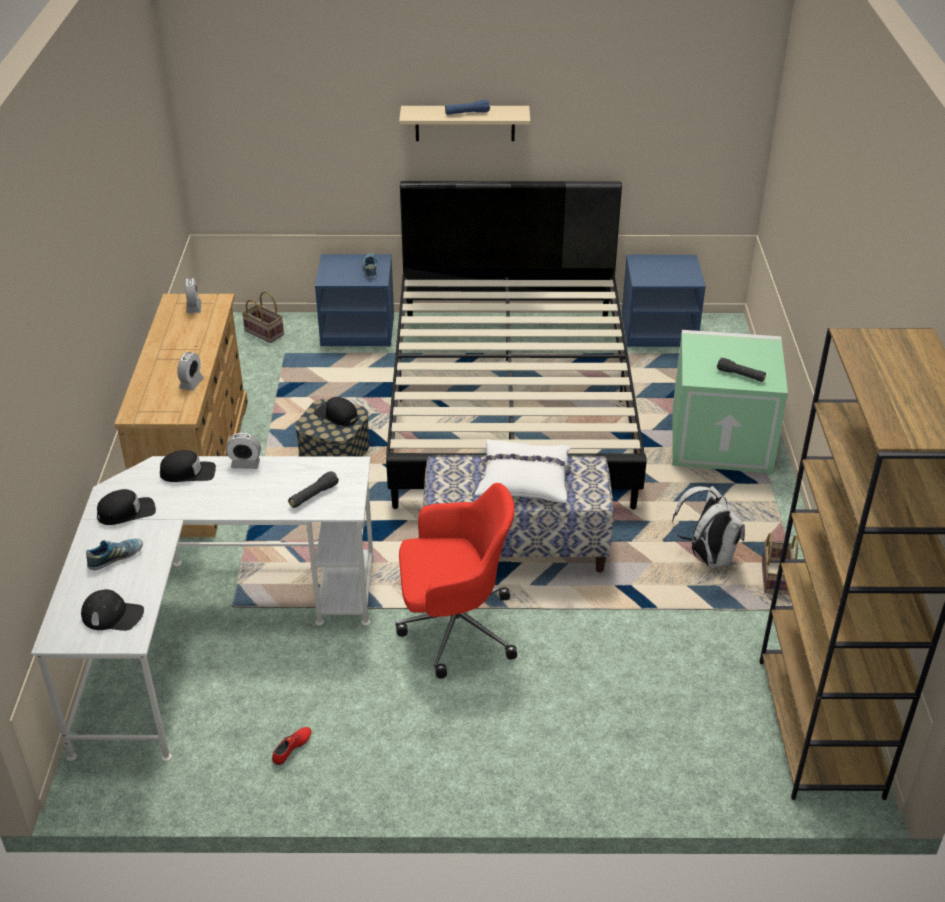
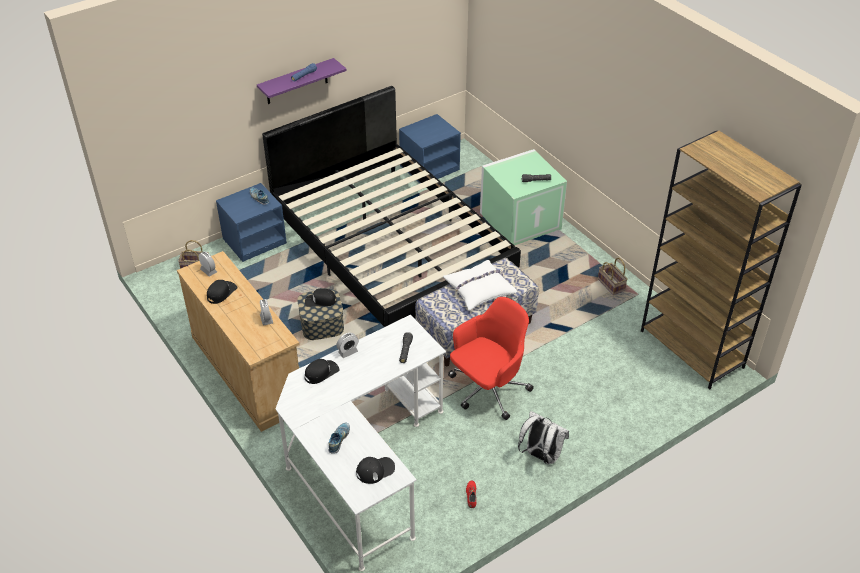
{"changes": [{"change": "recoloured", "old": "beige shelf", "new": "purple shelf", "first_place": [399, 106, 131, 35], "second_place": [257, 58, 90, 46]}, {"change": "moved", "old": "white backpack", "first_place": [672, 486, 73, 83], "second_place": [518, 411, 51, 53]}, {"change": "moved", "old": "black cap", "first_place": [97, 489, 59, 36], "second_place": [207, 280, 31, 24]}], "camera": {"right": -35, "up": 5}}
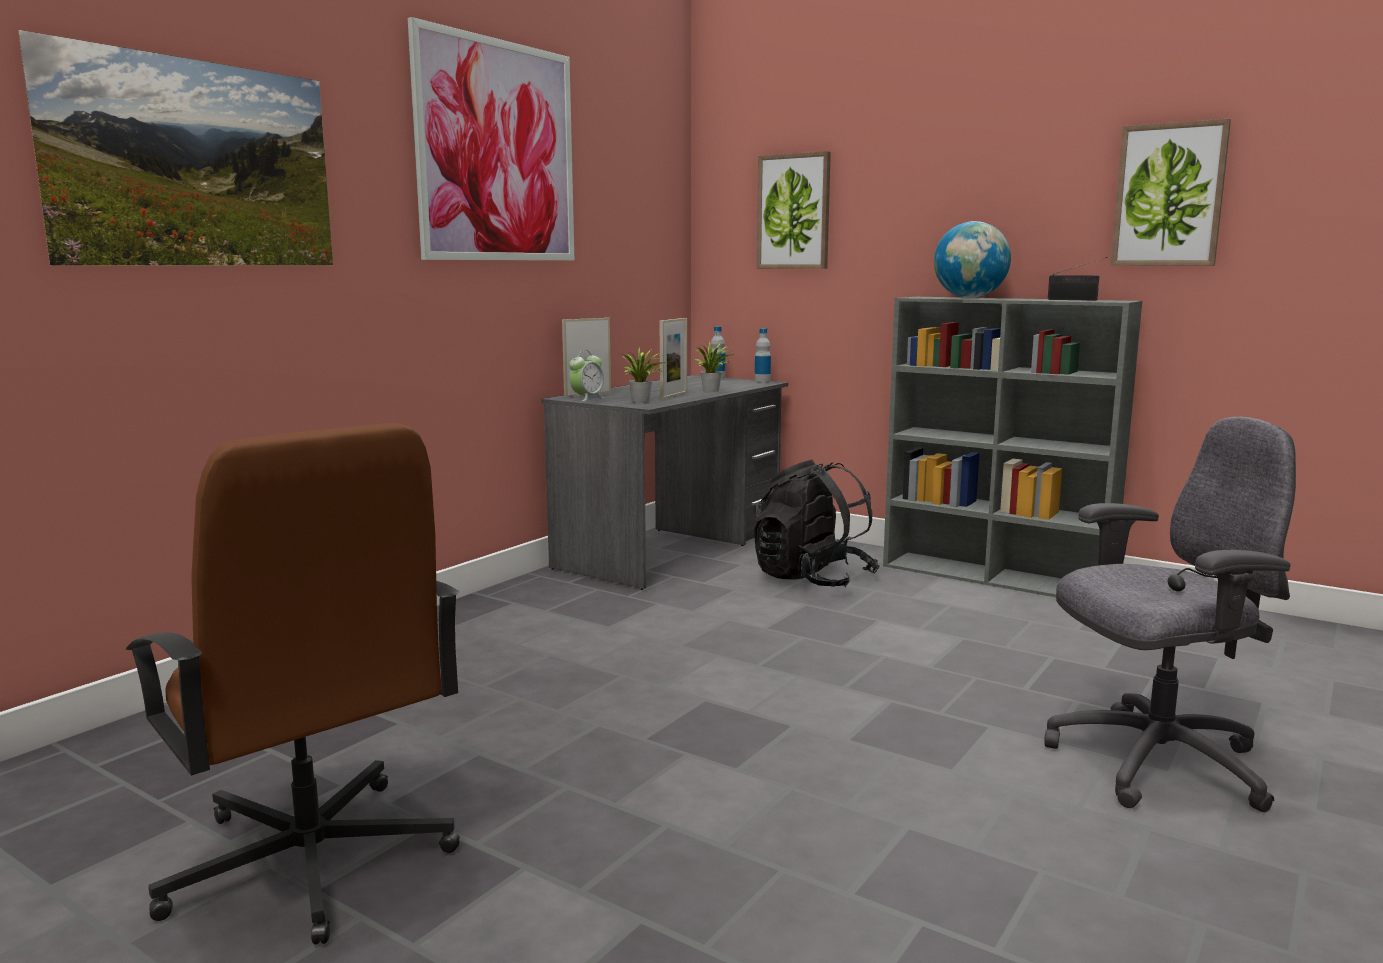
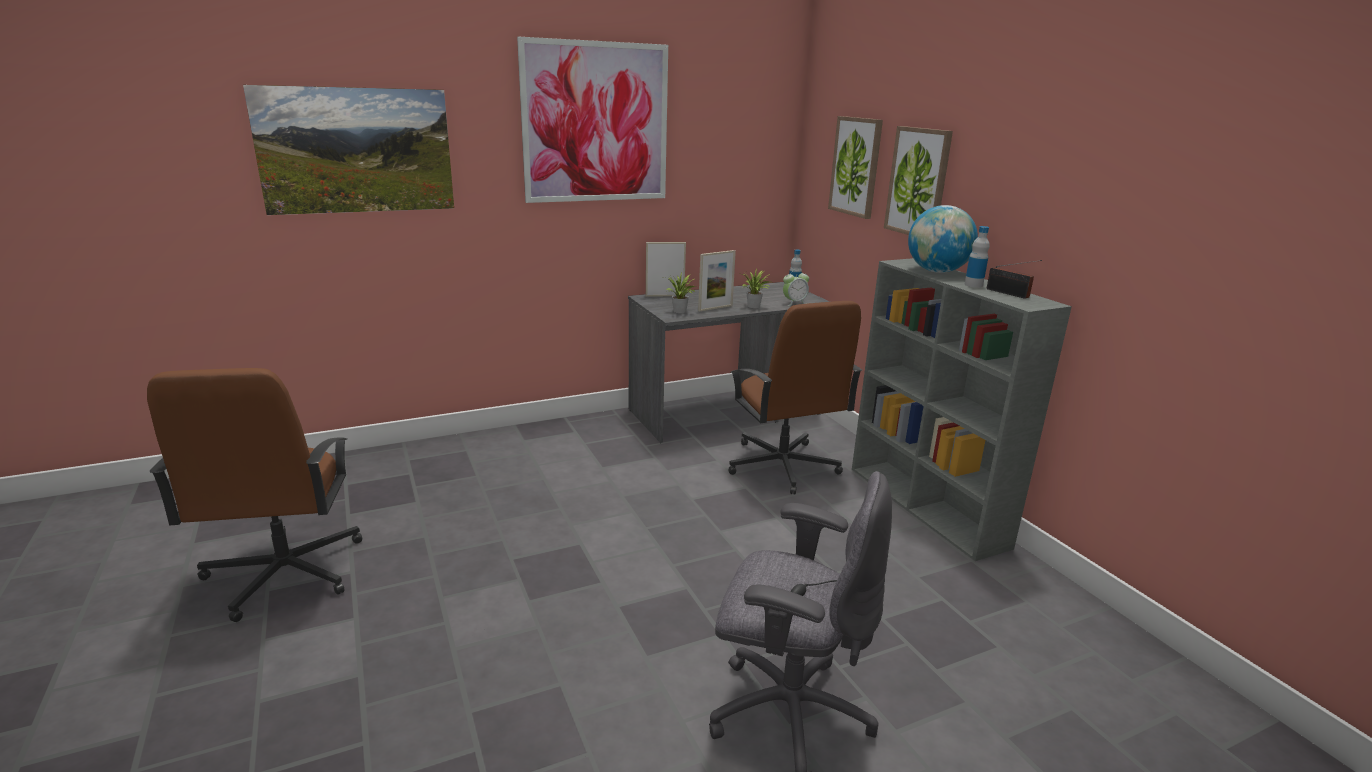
{"changes": [{"change": "moved", "old": "picture", "first_place": [1111, 119, 120, 147], "second_place": [884, 126, 69, 109]}, {"change": "moved", "old": "bottle", "first_place": [755, 328, 16, 55], "second_place": [964, 226, 26, 62]}, {"change": "moved", "old": "alarm clock", "first_place": [569, 350, 36, 51], "second_place": [783, 269, 26, 37]}, {"change": "replaced", "old": "black backpack", "new": "brown office chair", "first_place": [754, 459, 126, 128], "second_place": [729, 301, 133, 194]}], "camera": {"right": 30, "up": 10}}
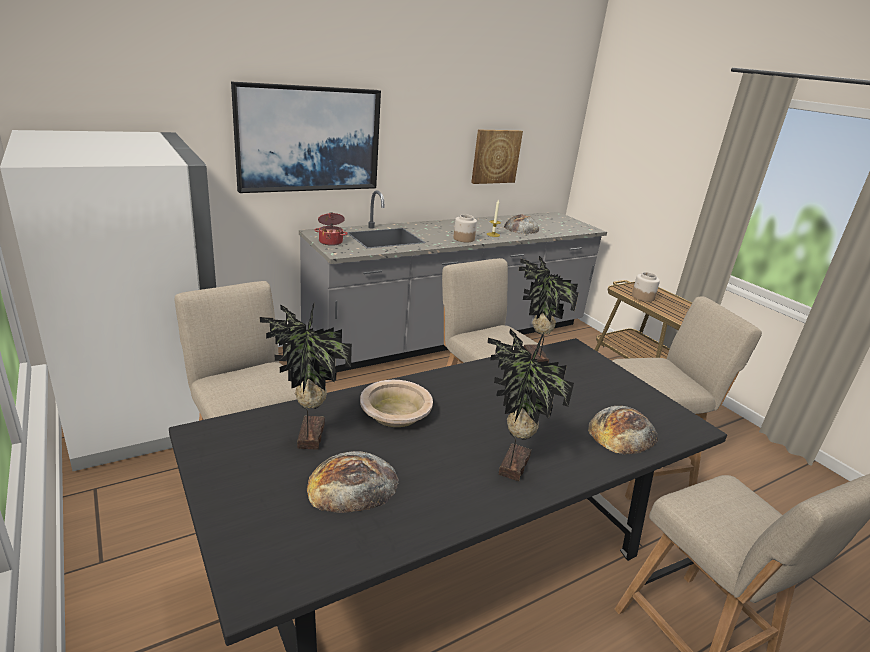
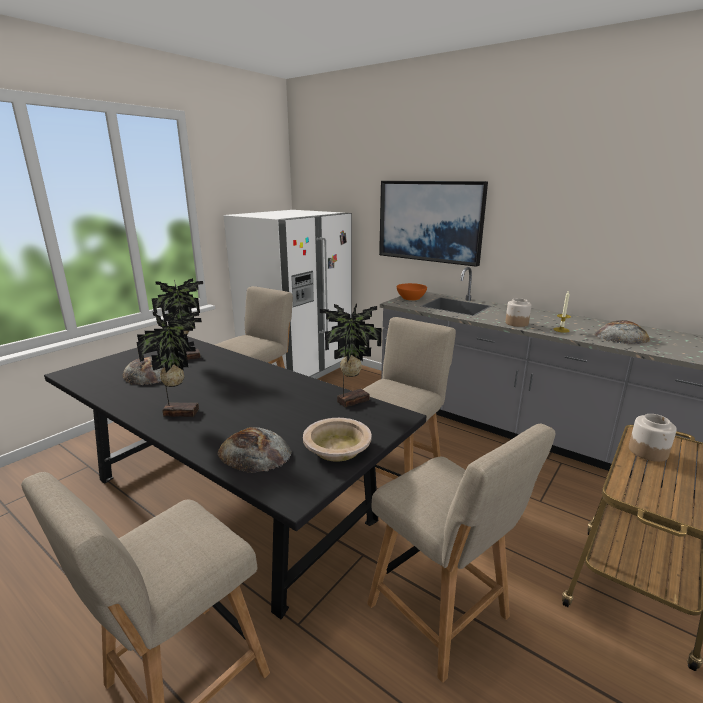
{"changes": [{"change": "removed", "old": "picture", "first_place": [471, 130, 52, 54]}, {"change": "replaced", "old": "cooking pot", "new": "orange bowl", "first_place": [314, 212, 34, 34], "second_place": [397, 283, 30, 18]}, {"change": "moved", "old": "beige bowl", "first_place": [360, 380, 73, 47], "second_place": [303, 418, 69, 44]}], "camera": {"right": 70, "up": -5}}
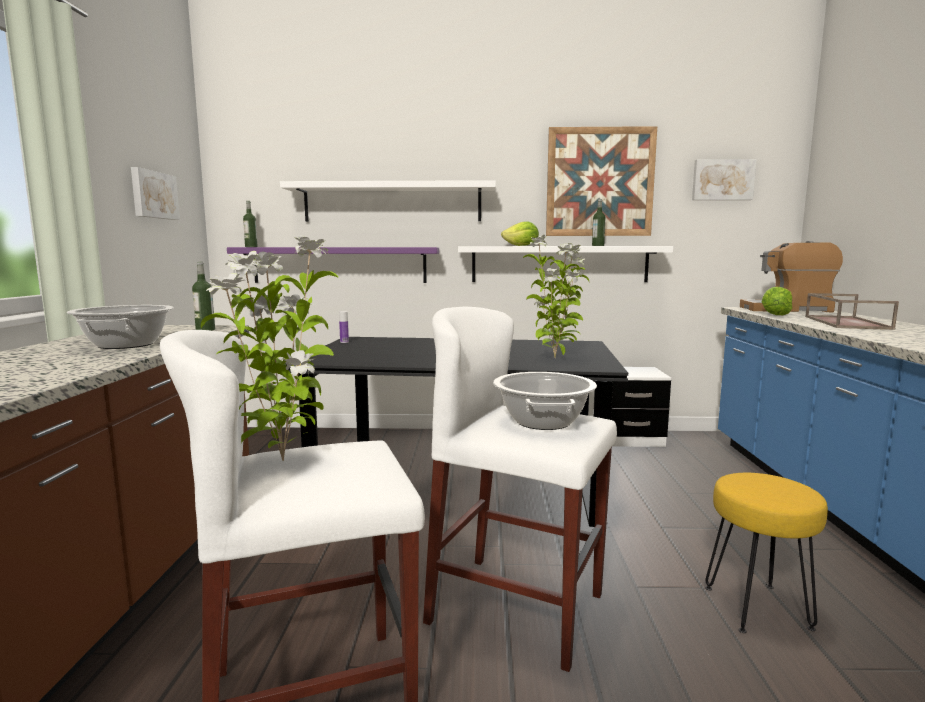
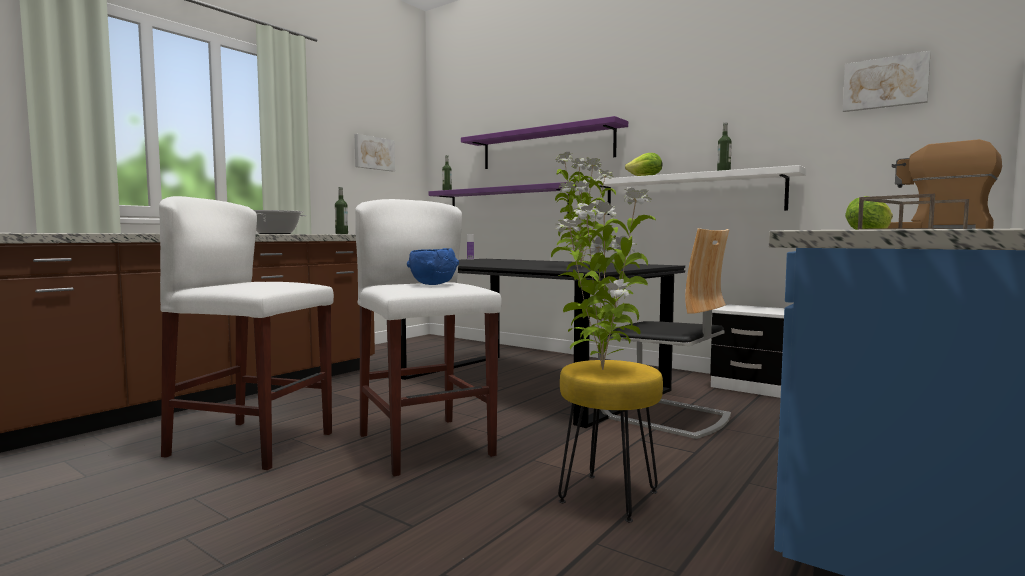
{"changes": [{"change": "removed", "old": "picture", "first_place": [546, 126, 111, 110]}, {"change": "recoloured", "old": "white shelf", "new": "purple shelf", "first_place": [280, 180, 216, 42], "second_place": [461, 116, 167, 53]}, {"change": "moved", "old": "potted plant", "first_place": [201, 235, 138, 226], "second_place": [551, 187, 105, 183]}, {"change": "replaced", "old": "cooking pot", "new": "blue bowl", "first_place": [493, 372, 104, 58], "second_place": [407, 248, 52, 37]}, {"change": "added", "new": "chair", "second_place": [598, 228, 133, 211]}], "camera": {"right": 35, "up": -5}}
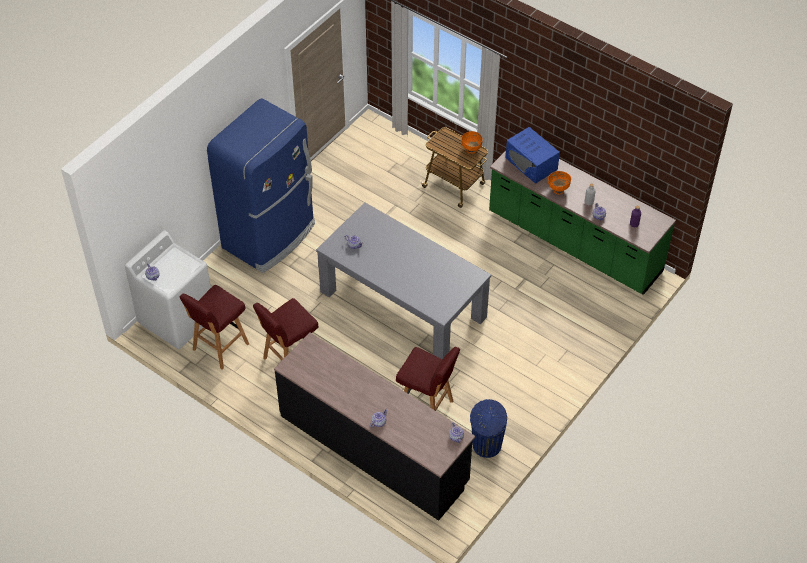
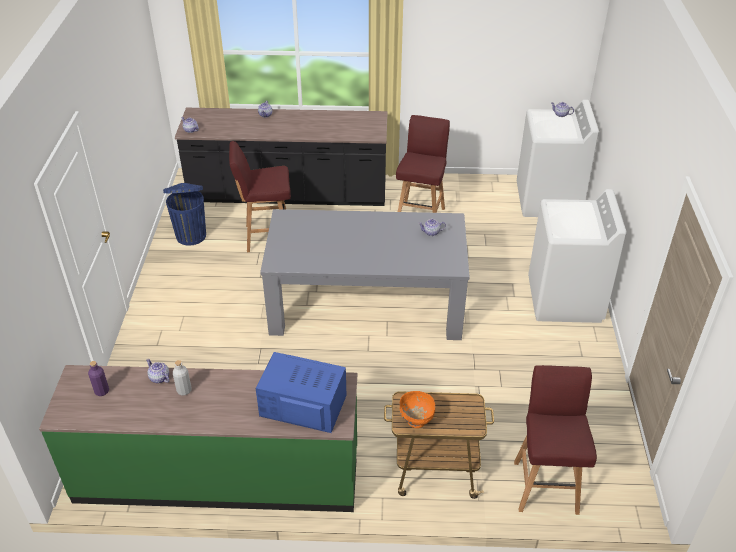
{"changes": [{"change": "replaced", "old": "blue fridge", "new": "white washing machine", "first_place": [207, 99, 108, 174], "second_place": [528, 189, 99, 134]}, {"change": "removed", "old": "orange bowl", "first_place": [548, 171, 23, 24]}, {"change": "moved", "old": "red stool", "first_place": [180, 285, 69, 85], "second_place": [514, 365, 83, 150]}], "camera": {"right": 145, "up": -10}}
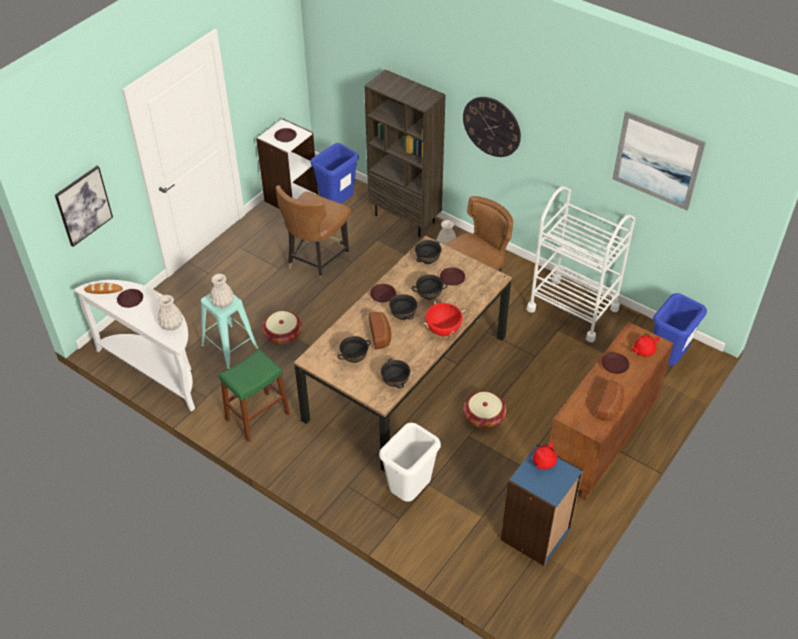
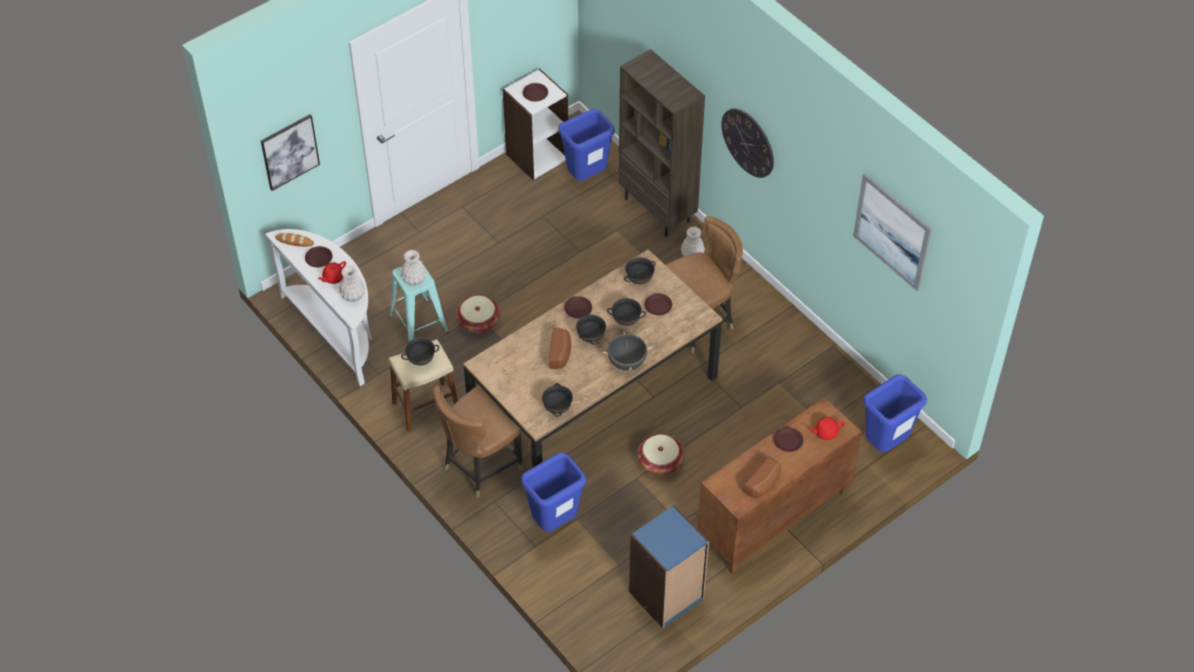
{"changes": [{"change": "moved", "old": "brown chair", "first_place": [276, 185, 75, 97], "second_place": [433, 385, 90, 113]}, {"change": "removed", "old": "white cart", "first_place": [527, 186, 108, 156]}, {"change": "recoloured", "old": "red cooking pot", "new": "black cooking pot", "first_place": [423, 301, 42, 35], "second_place": [603, 330, 49, 41]}, {"change": "moved", "old": "black bowl", "first_place": [337, 336, 34, 27], "second_place": [401, 338, 38, 28]}, {"change": "recoloured", "old": "green stool", "new": "beige stool", "first_place": [219, 349, 71, 93], "second_place": [388, 339, 70, 93]}, {"change": "recoloured", "old": "white trash can", "new": "blue trash can", "first_place": [379, 423, 62, 79], "second_place": [521, 453, 65, 79]}, {"change": "moved", "old": "red teapot", "first_place": [533, 442, 24, 27], "second_place": [318, 261, 28, 23]}], "camera": {"right": 15, "up": 5}}
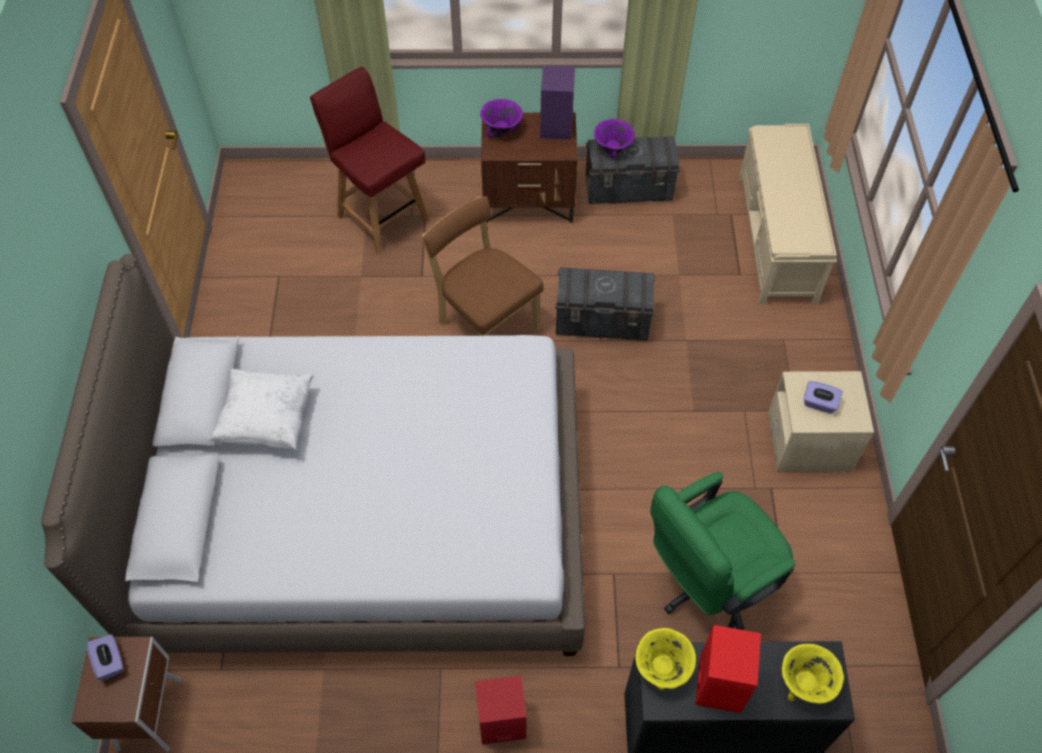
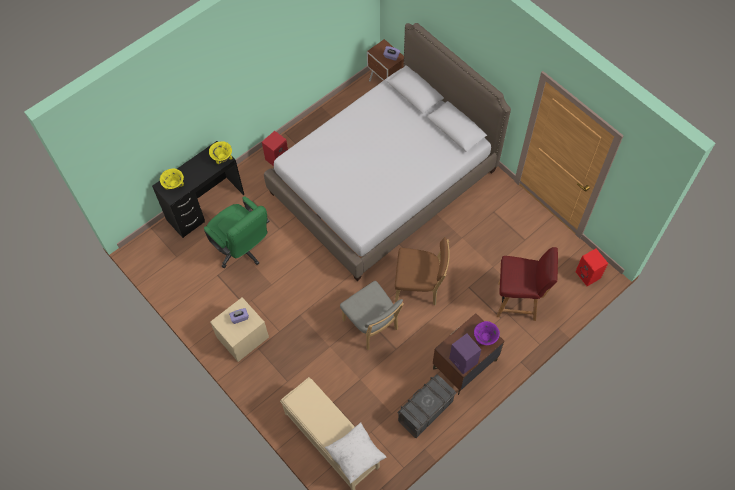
{"changes": [{"change": "removed", "old": "purple bowl", "first_place": [594, 119, 41, 39]}, {"change": "replaced", "old": "grey storage box", "new": "grey chair", "first_place": [555, 267, 100, 74], "second_place": [340, 281, 64, 69]}, {"change": "moved", "old": "white pillow", "first_place": [209, 369, 105, 81], "second_place": [325, 422, 61, 62]}, {"change": "turned", "old": "green office chair", "first_place": [650, 472, 145, 158], "second_place": [204, 196, 65, 73], "degrees": 120}, {"change": "moved", "old": "red speaker", "first_place": [695, 625, 66, 88], "second_place": [575, 249, 33, 37]}], "camera": {"right": 140, "up": 5}}
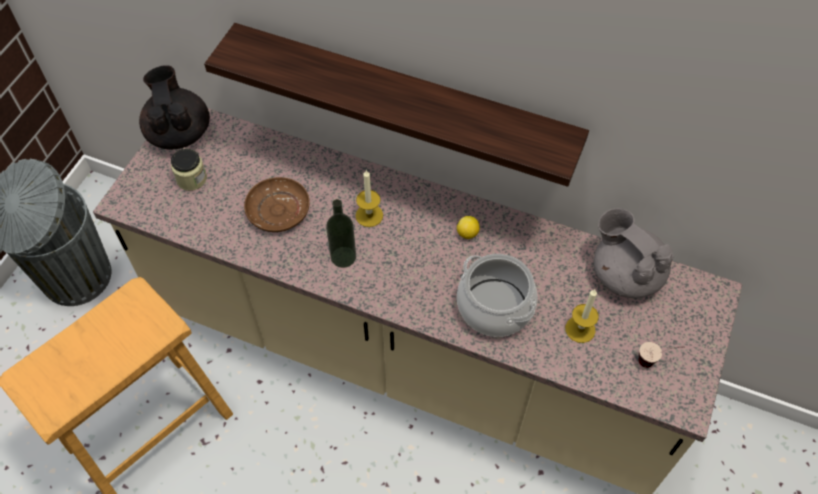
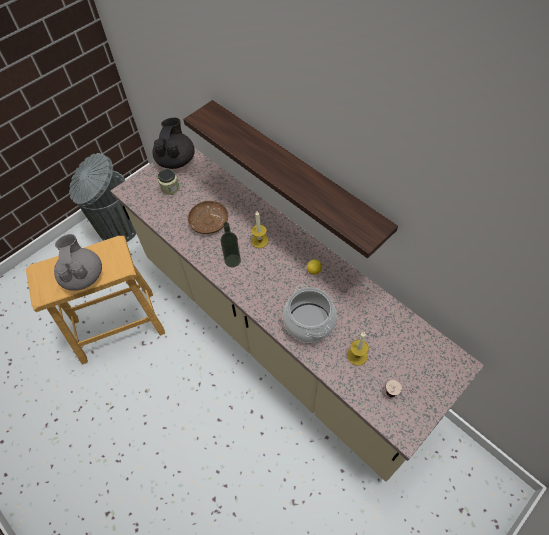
{"changes": [{"change": "moved", "old": "grey teapot", "first_place": [594, 208, 79, 90], "second_place": [54, 234, 48, 57]}], "camera": {"right": 25, "up": 0}}
